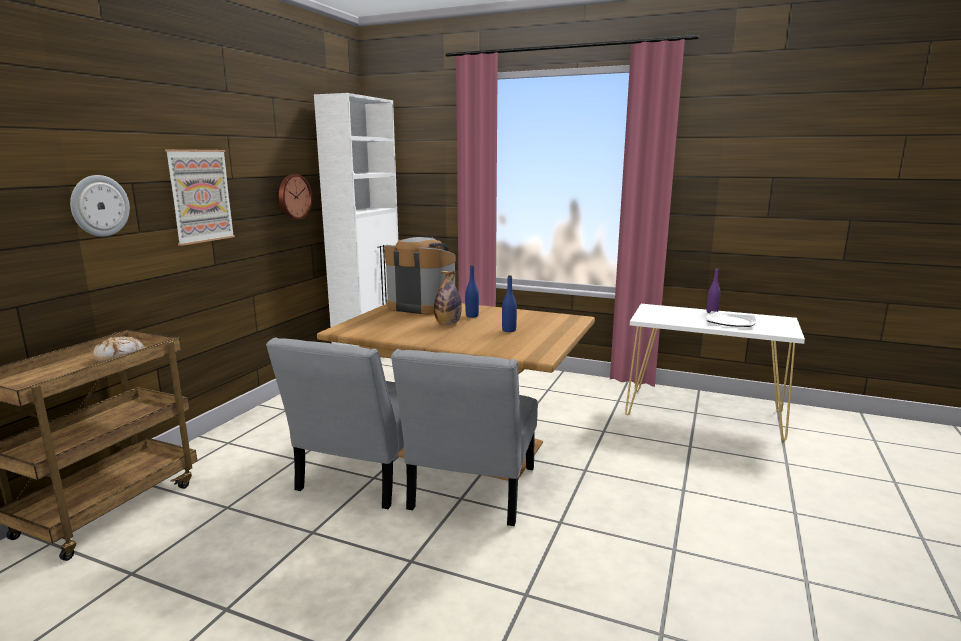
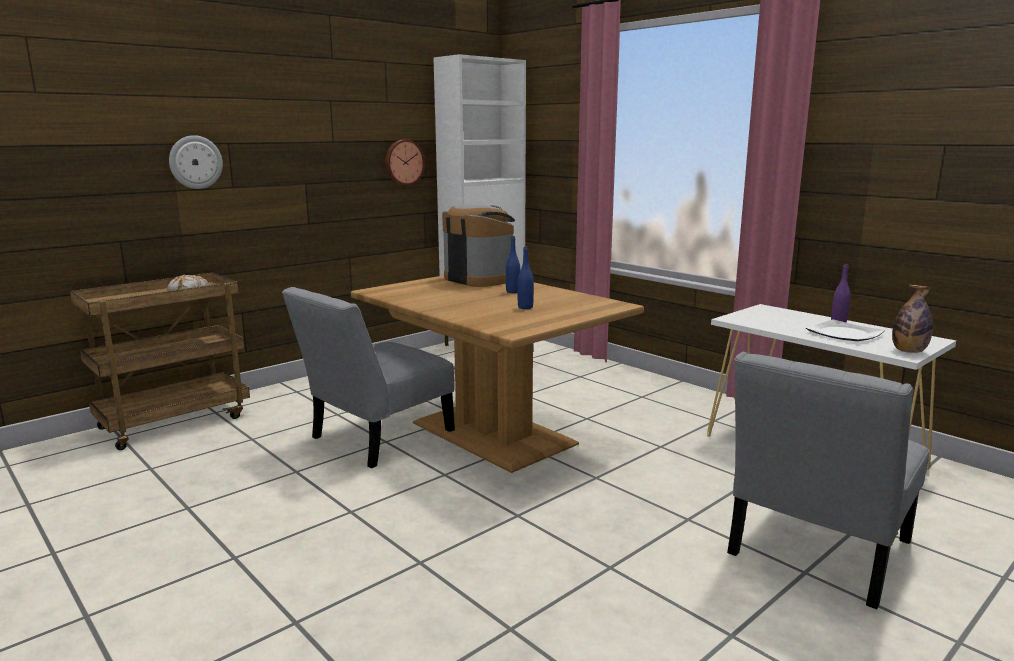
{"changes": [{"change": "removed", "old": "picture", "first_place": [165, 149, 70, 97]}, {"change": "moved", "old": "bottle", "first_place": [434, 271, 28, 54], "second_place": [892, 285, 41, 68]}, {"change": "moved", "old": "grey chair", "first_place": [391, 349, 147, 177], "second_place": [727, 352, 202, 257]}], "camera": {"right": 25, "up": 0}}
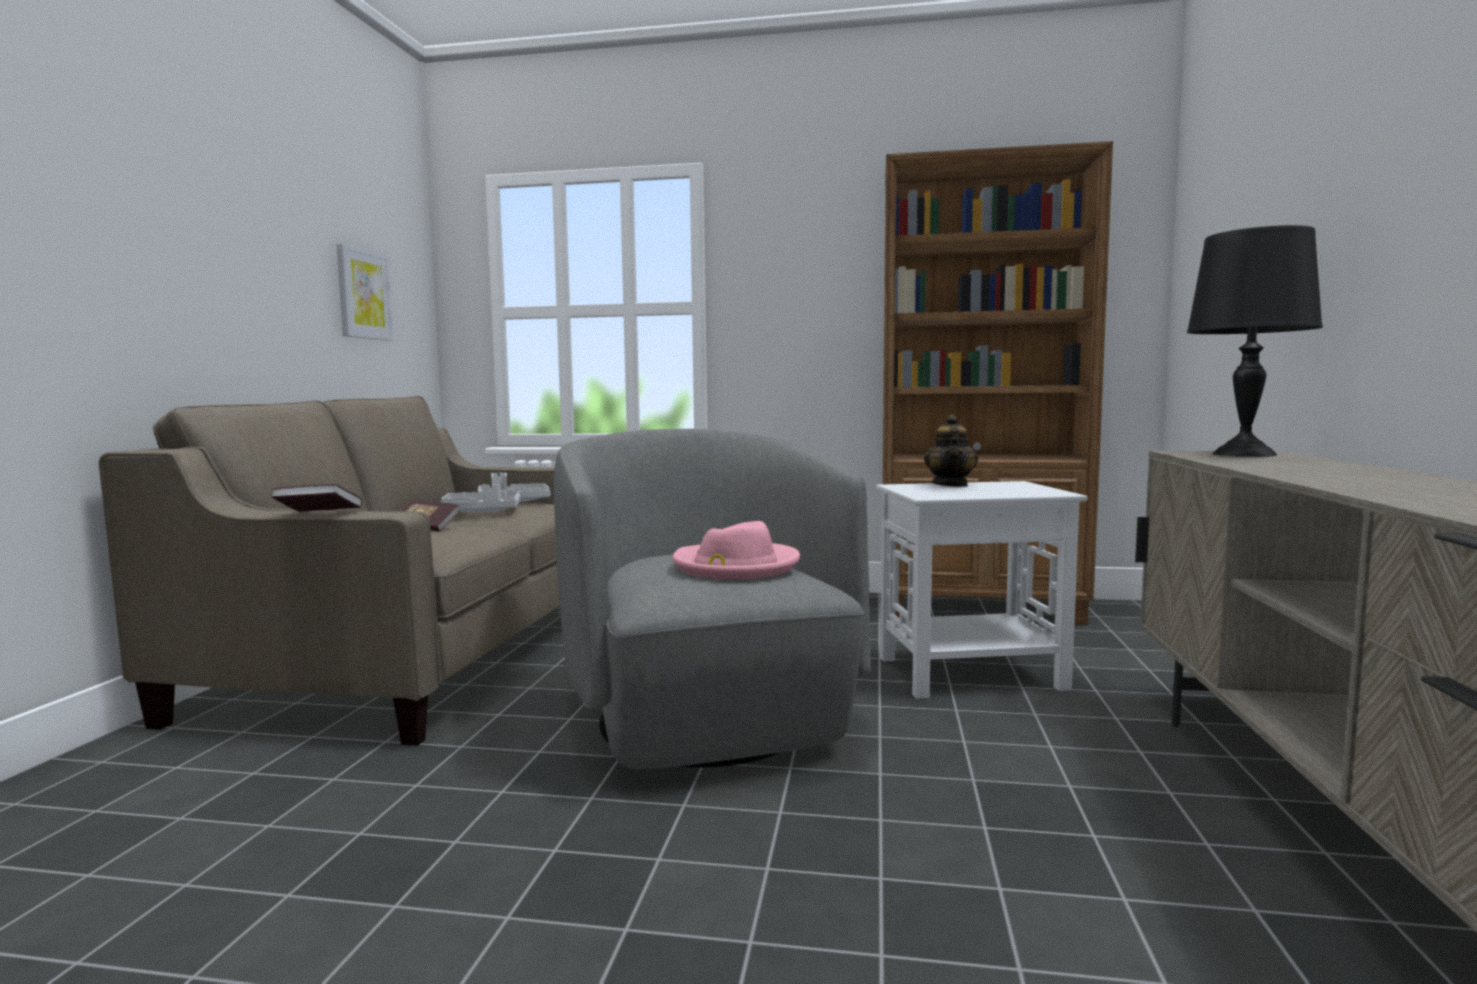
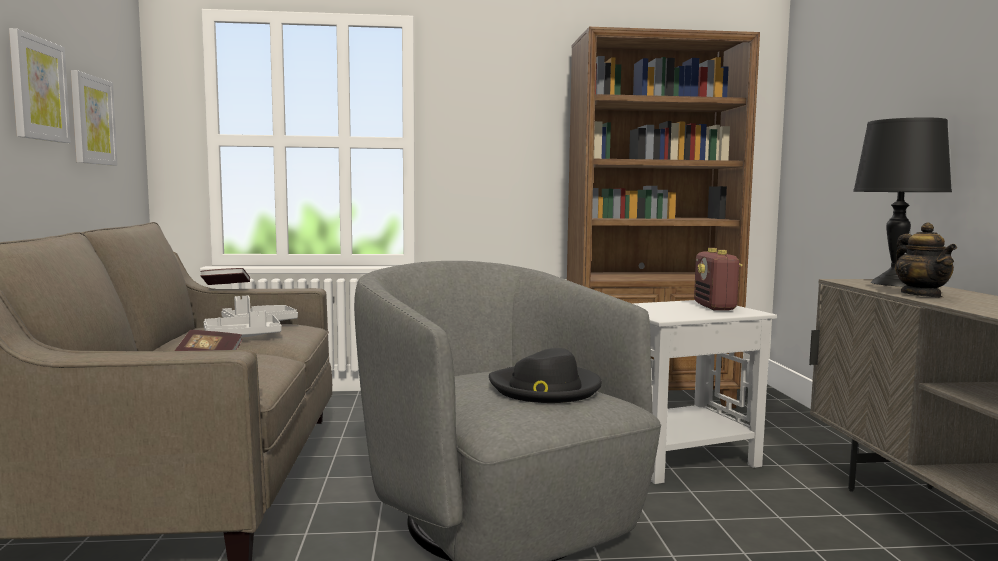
{"changes": [{"change": "moved", "old": "teapot", "first_place": [924, 414, 54, 73], "second_place": [895, 222, 62, 75]}, {"change": "moved", "old": "book", "first_place": [271, 484, 92, 28], "second_place": [200, 268, 50, 17]}, {"change": "recoloured", "old": "pink hat", "new": "black hat", "first_place": [673, 521, 127, 58], "second_place": [489, 348, 113, 55]}, {"change": "added", "new": "picture", "second_place": [9, 28, 62, 115]}, {"change": "added", "new": "radio", "second_place": [694, 248, 49, 63]}], "camera": {"right": -15, "up": 0}}
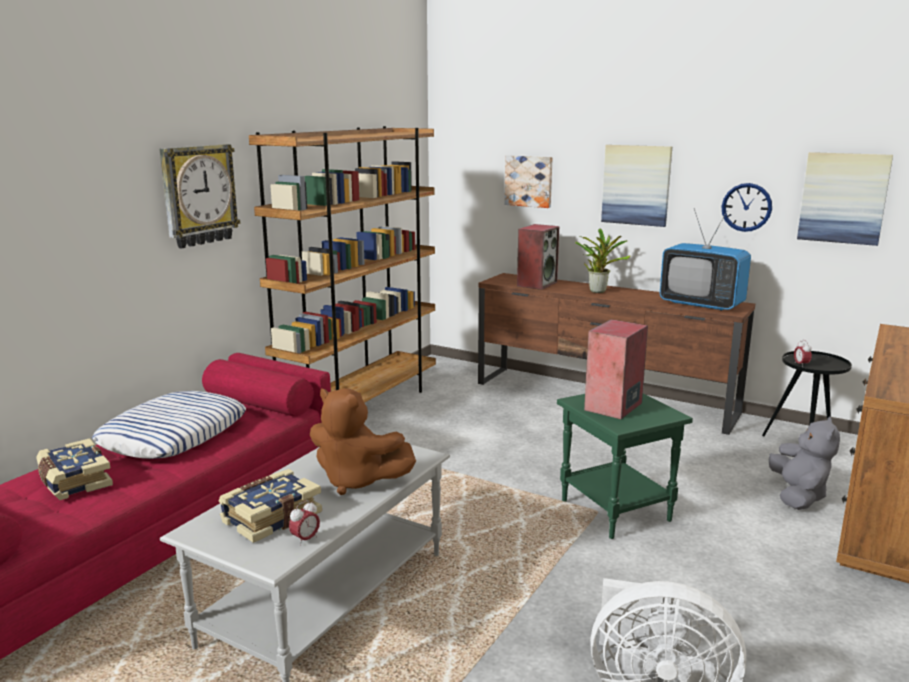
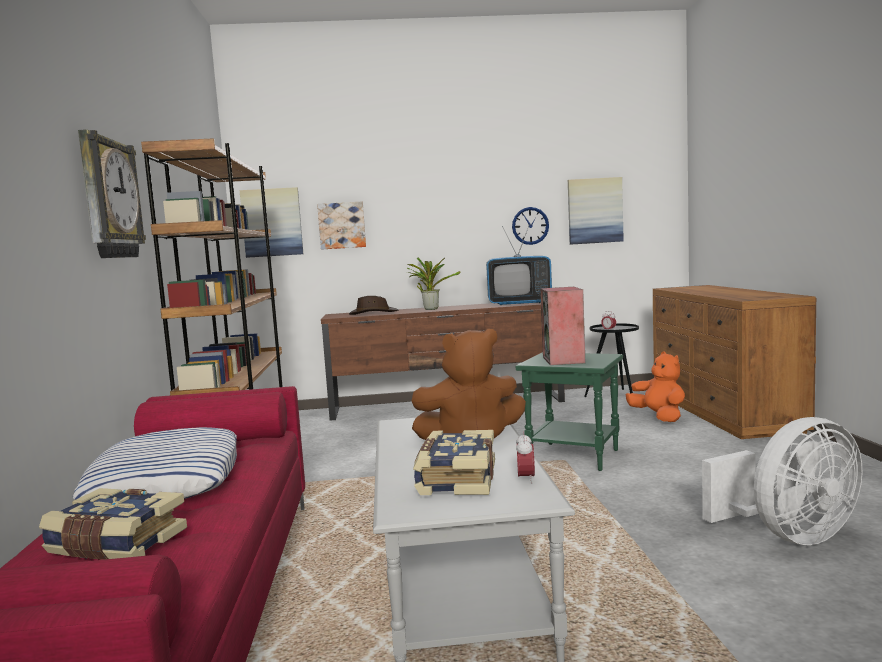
{"changes": [{"change": "moved", "old": "picture", "first_place": [601, 145, 71, 82], "second_place": [239, 187, 64, 71]}, {"change": "replaced", "old": "speaker", "new": "brown hat", "first_place": [517, 224, 42, 66], "second_place": [349, 296, 50, 19]}, {"change": "recoloured", "old": "grey plush toy", "new": "orange plush toy", "first_place": [769, 417, 71, 93], "second_place": [626, 351, 59, 71]}], "camera": {"right": -35, "up": -10}}
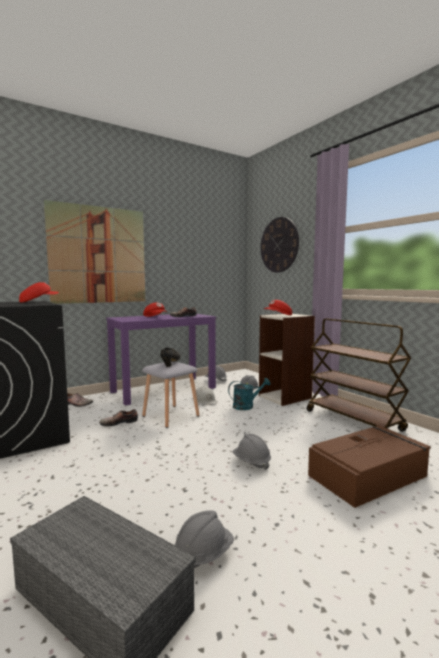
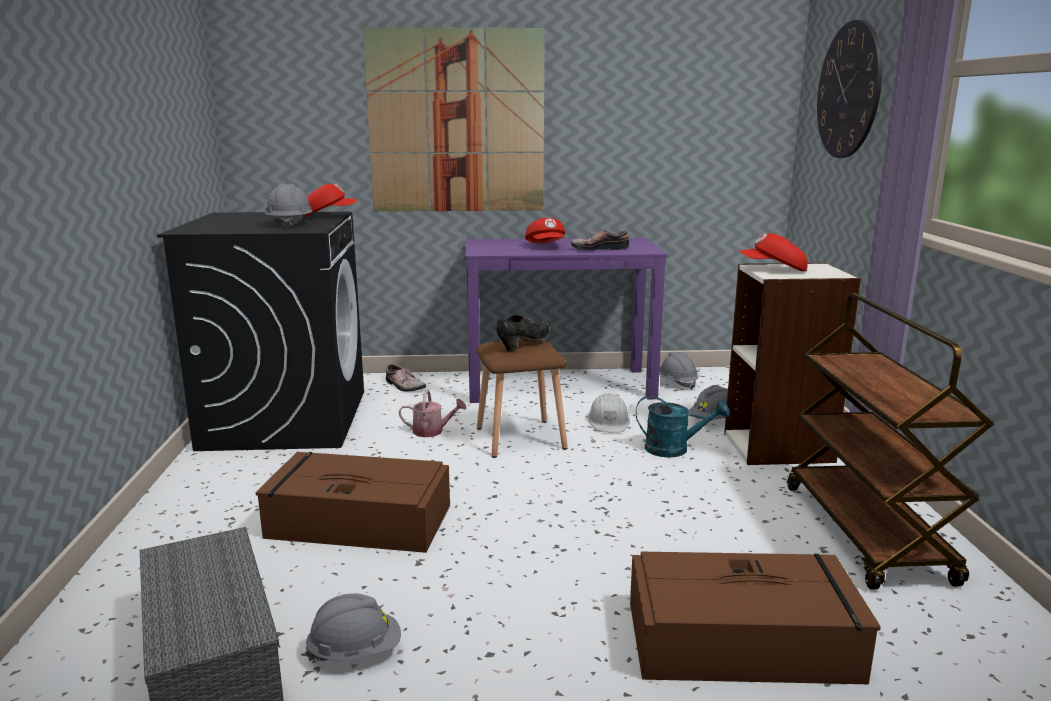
{"changes": [{"change": "recoloured", "old": "grey stool", "new": "brown stool", "first_place": [142, 361, 57, 67], "second_place": [476, 340, 92, 118]}, {"change": "replaced", "old": "shoe", "new": "watering can", "first_place": [100, 409, 38, 17], "second_place": [399, 390, 68, 47]}, {"change": "moved", "old": "grey hard hat", "first_place": [232, 434, 39, 36], "second_place": [265, 184, 48, 45]}, {"change": "added", "new": "brown storage box", "second_place": [256, 452, 194, 101]}], "camera": {"right": 30, "up": 10}}
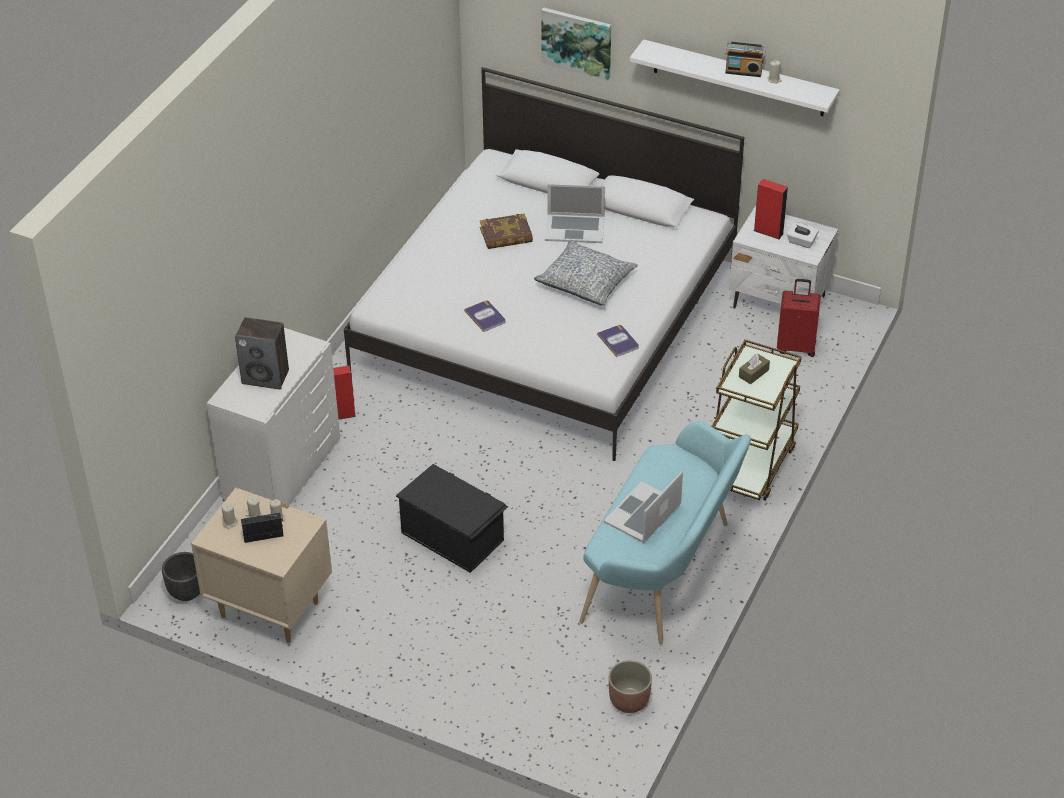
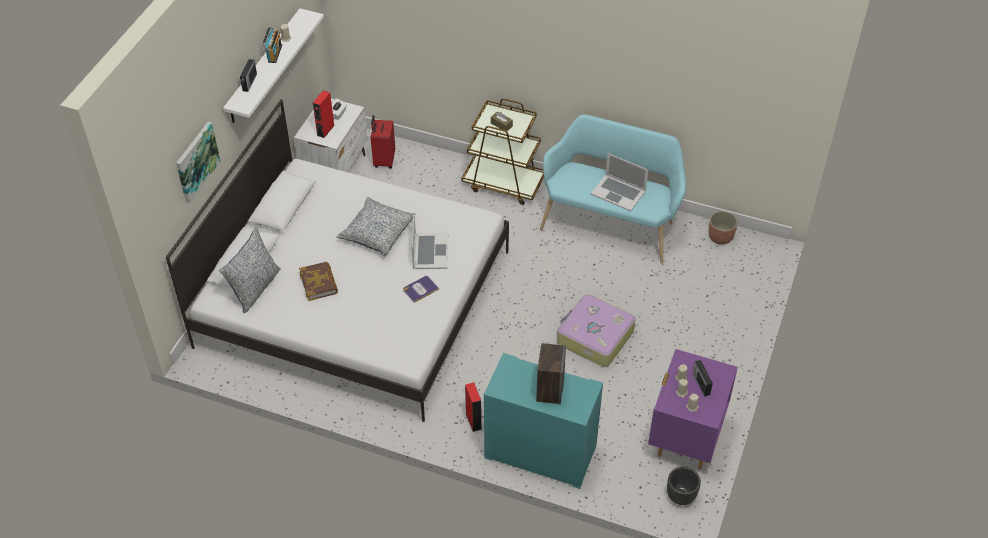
{"changes": [{"change": "moved", "old": "laptop", "first_place": [545, 184, 60, 59], "second_place": [412, 212, 36, 57]}, {"change": "removed", "old": "book", "first_place": [597, 325, 42, 32]}, {"change": "recoloured", "old": "white dresser", "new": "turquoise dresser", "first_place": [207, 328, 133, 178], "second_place": [484, 353, 119, 136]}, {"change": "replaced", "old": "black storage box", "new": "suitcase", "first_place": [396, 464, 112, 109], "second_place": [557, 294, 78, 73]}, {"change": "recoloured", "old": "beige nightstand", "new": "purple nightstand", "first_place": [191, 488, 141, 155], "second_place": [648, 349, 90, 121]}, {"change": "added", "new": "radio", "second_place": [240, 58, 17, 34]}, {"change": "added", "new": "pillow", "second_place": [219, 227, 62, 86]}], "camera": {"right": -95, "up": 5}}
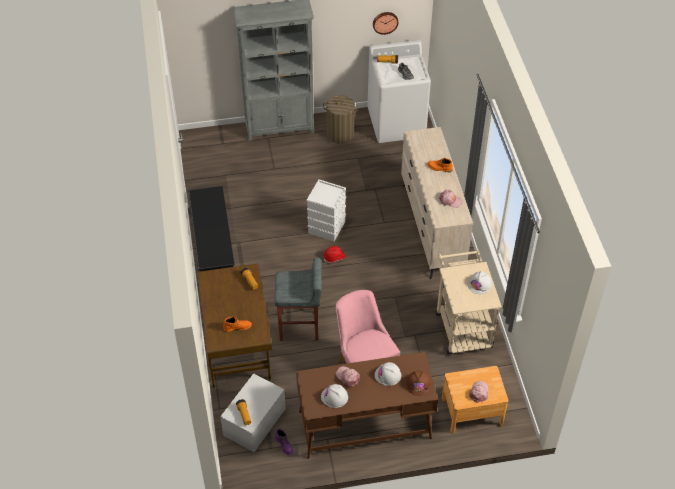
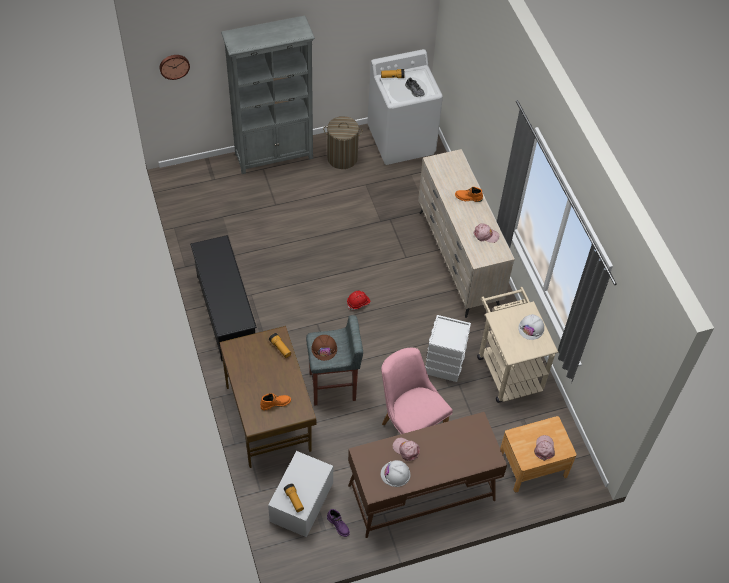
{"changes": [{"change": "moved", "old": "wall clock", "first_place": [373, 12, 25, 23], "second_place": [159, 55, 31, 25]}, {"change": "moved", "old": "white storage box", "first_place": [307, 179, 39, 63], "second_place": [425, 315, 46, 67]}, {"change": "removed", "old": "white hard hat", "first_place": [375, 362, 26, 24]}, {"change": "moved", "old": "brown hard hat", "first_place": [406, 371, 25, 25], "second_place": [311, 335, 26, 26]}], "camera": {"right": -10, "up": 5}}
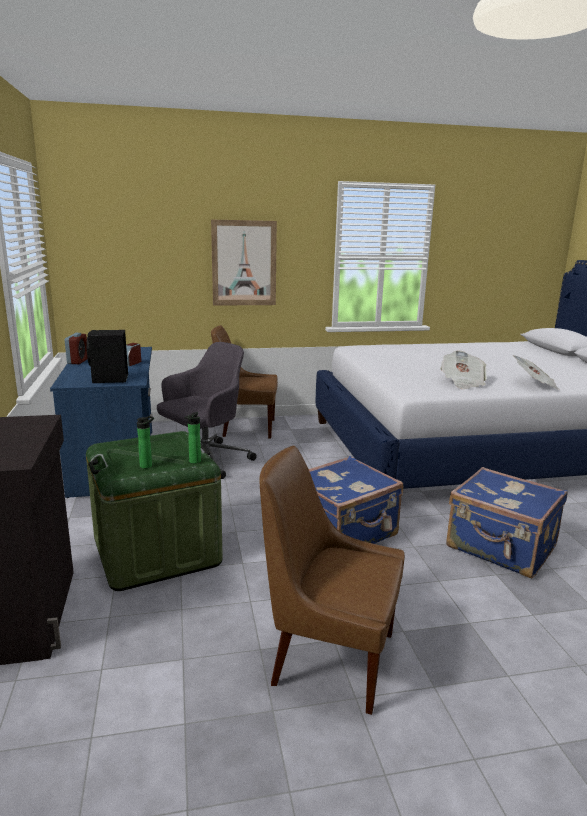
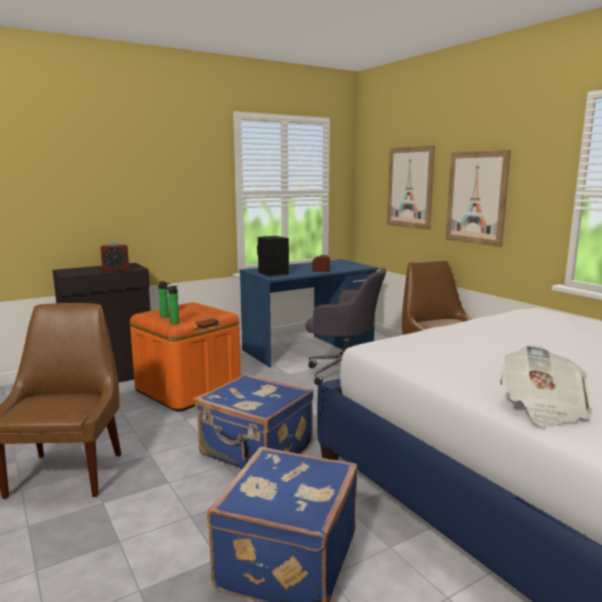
{"changes": [{"change": "moved", "old": "alarm clock", "first_place": [65, 333, 22, 31], "second_place": [100, 242, 29, 30]}, {"change": "removed", "old": "newspaper", "first_place": [440, 350, 46, 39]}, {"change": "recoloured", "old": "green storage box", "new": "orange storage box", "first_place": [86, 431, 137, 160], "second_place": [130, 302, 111, 109]}, {"change": "added", "new": "picture", "second_place": [387, 145, 48, 85]}], "camera": {"right": 70, "up": -5}}
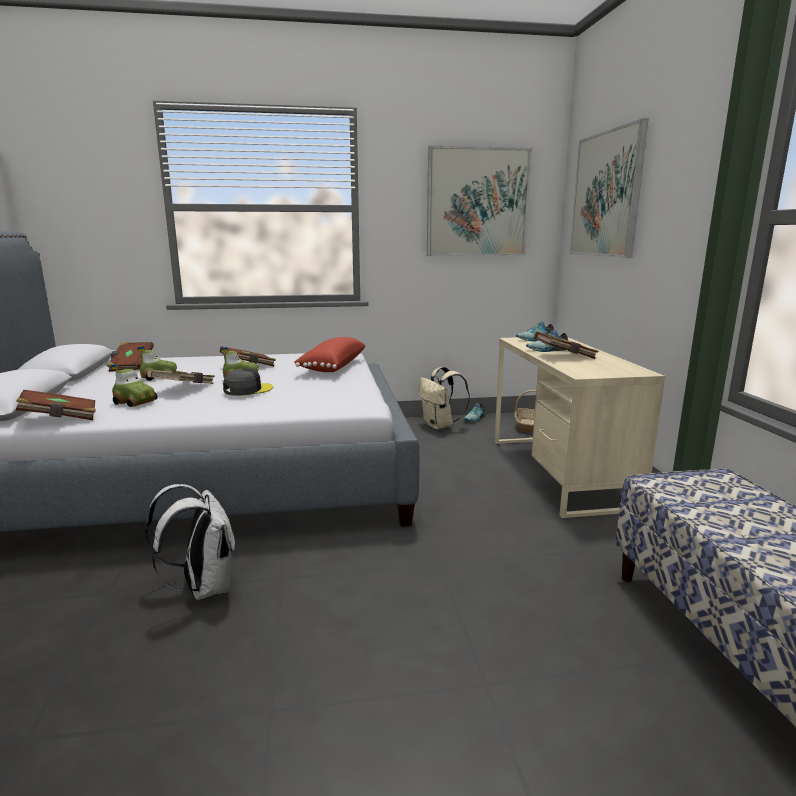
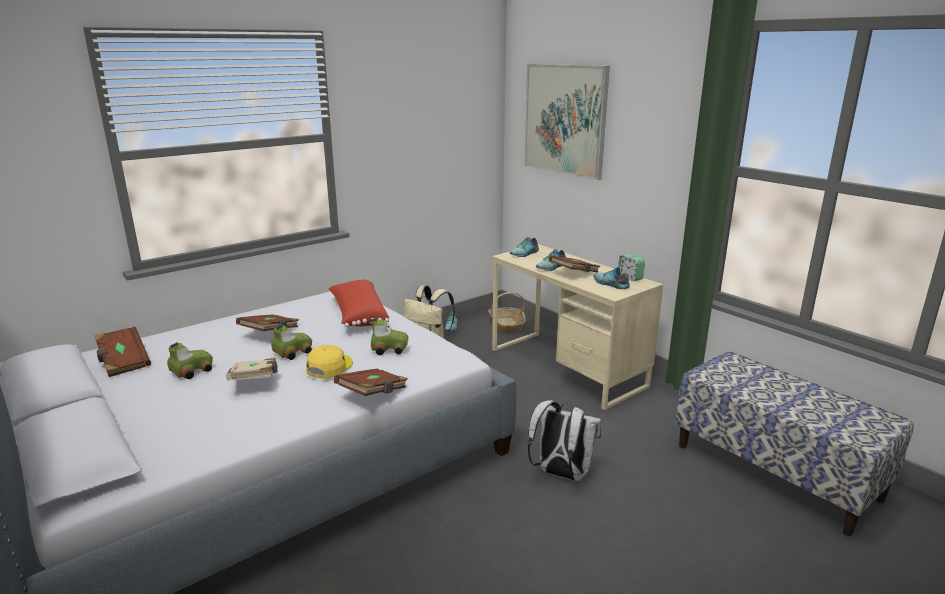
{"changes": [{"change": "removed", "old": "picture", "first_place": [427, 146, 105, 110]}, {"change": "moved", "old": "toy car", "first_place": [111, 364, 47, 43], "second_place": [370, 318, 38, 37]}, {"change": "recoloured", "old": "grey cap", "new": "yellow cap", "first_place": [223, 369, 50, 27], "second_place": [306, 345, 47, 34]}, {"change": "moved", "old": "brown book", "first_place": [16, 390, 79, 30], "second_place": [334, 369, 74, 27]}, {"change": "moved", "old": "white backpack", "first_place": [145, 484, 90, 116], "second_place": [528, 400, 74, 81]}, {"change": "added", "new": "alarm clock", "second_place": [618, 254, 27, 27]}, {"change": "added", "new": "shoe", "second_place": [594, 267, 36, 22]}], "camera": {"right": -30, "up": 5}}
